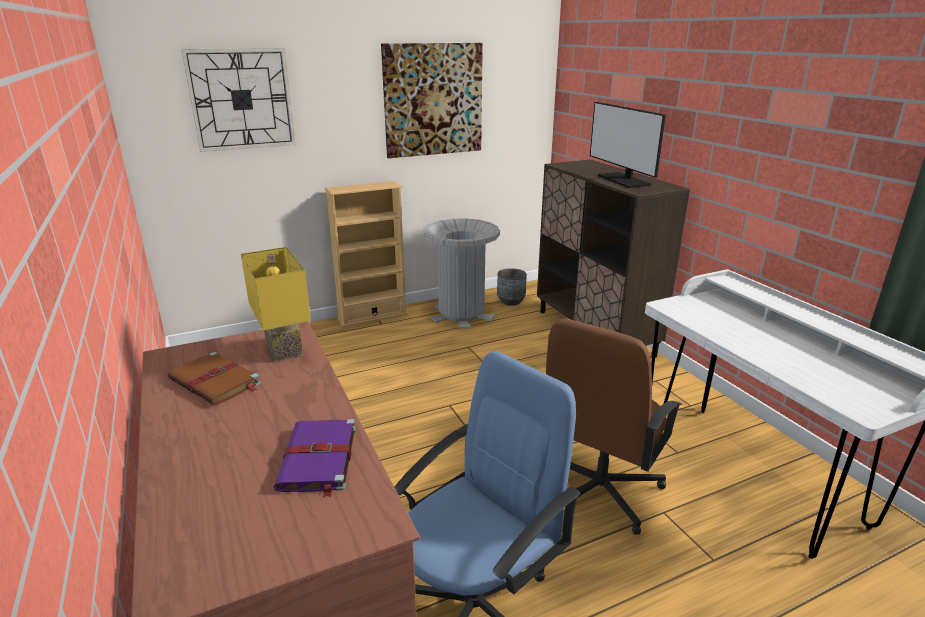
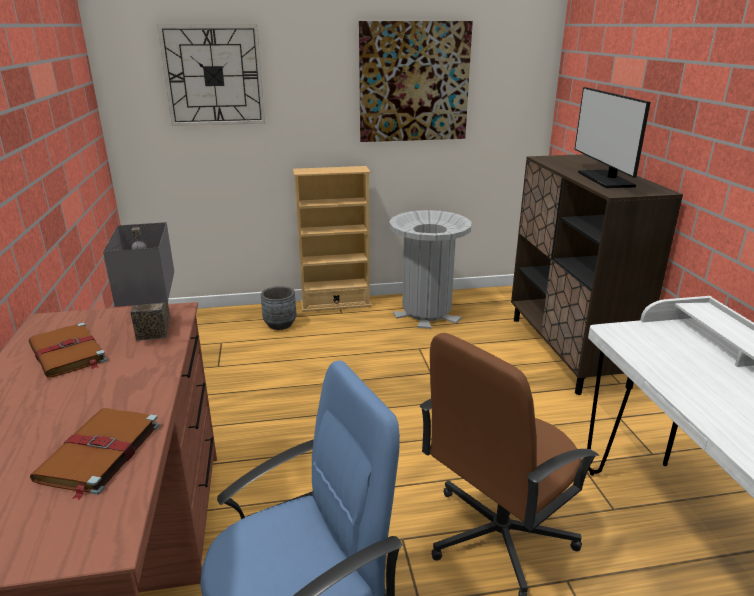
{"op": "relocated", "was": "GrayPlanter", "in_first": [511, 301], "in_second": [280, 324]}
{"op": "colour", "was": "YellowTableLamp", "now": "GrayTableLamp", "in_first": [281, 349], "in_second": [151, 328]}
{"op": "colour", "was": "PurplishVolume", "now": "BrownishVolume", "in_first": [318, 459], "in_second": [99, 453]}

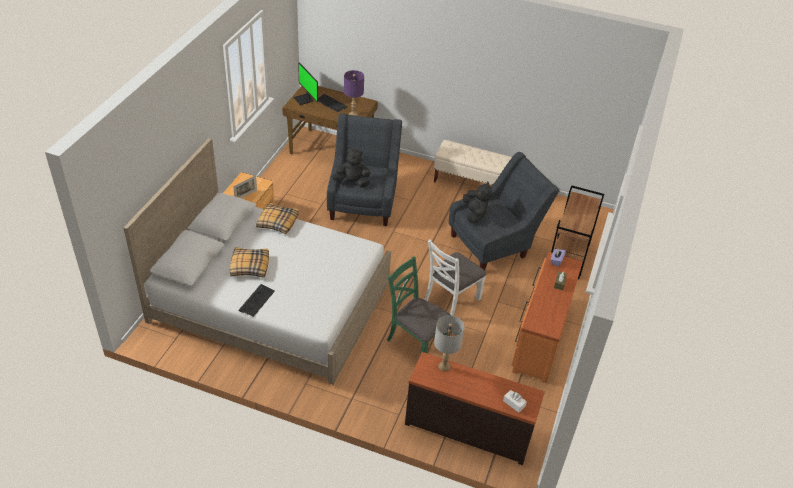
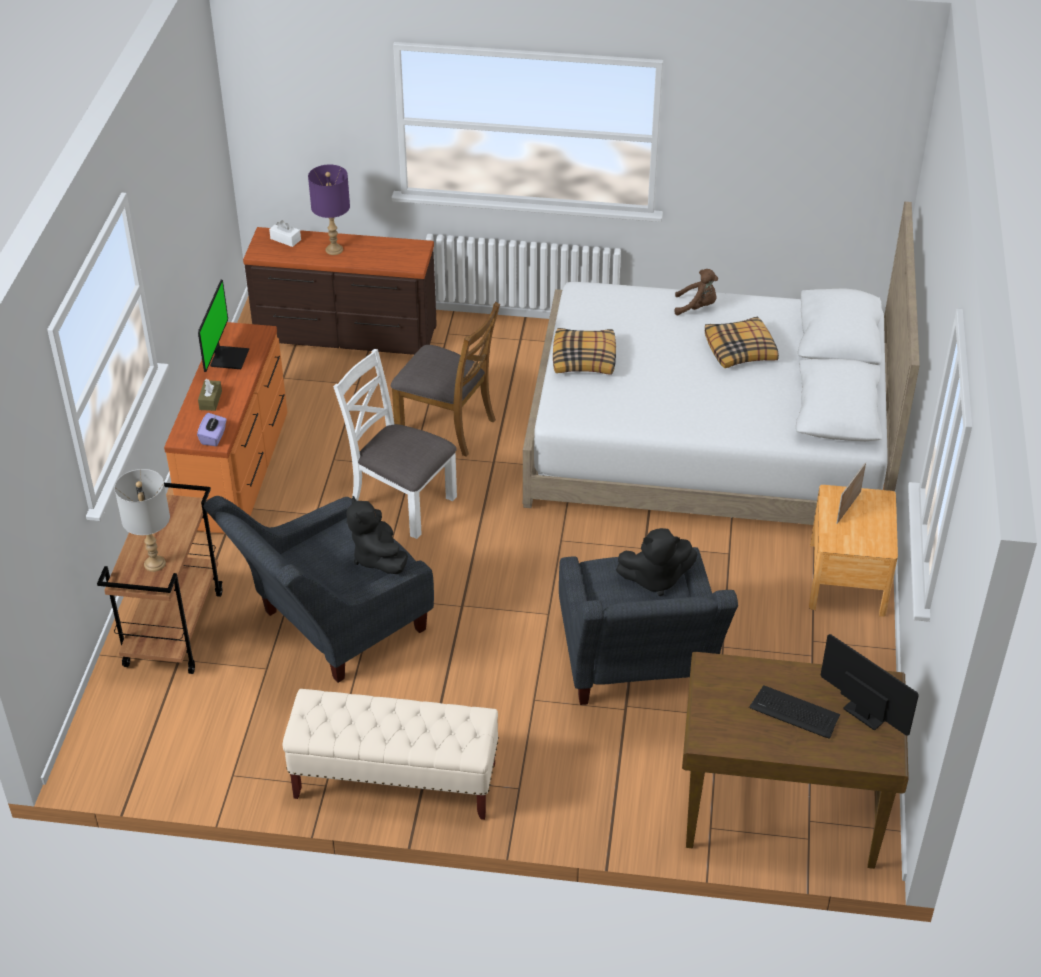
{"op": "appeared", "now": "ComputerScreen", "in_second": [227, 358]}
{"op": "relocated", "was": "Cushion", "in_first": [277, 222], "in_second": [584, 359]}
{"op": "relocated", "was": "PurplishTableLamp", "in_first": [353, 114], "in_second": [334, 249]}
{"op": "relocated", "was": "GrayTableLamp", "in_first": [444, 366], "in_second": [154, 564]}
{"op": "exchanged", "was": "ComputerKeyboard", "now": "BrownishCuddlyToy", "in_first": [256, 300], "in_second": [697, 307]}
{"op": "colour", "was": "GreenColouredPlainChair", "now": "BrownishPlainChair", "in_first": [416, 341], "in_second": [447, 426]}
{"op": "spun", "was": "WhitishPlainChair", "in_first": [451, 299], "in_second": [401, 502], "clockwise": -90}

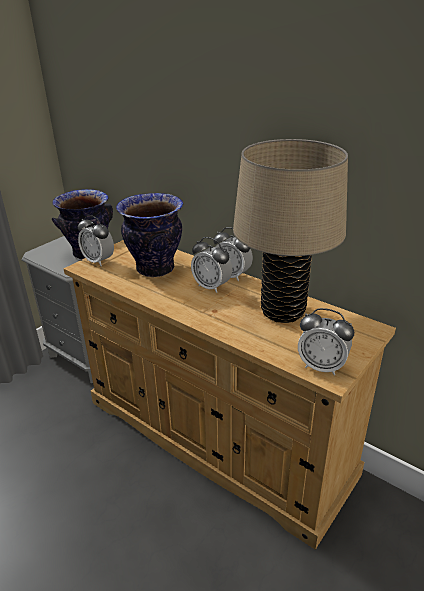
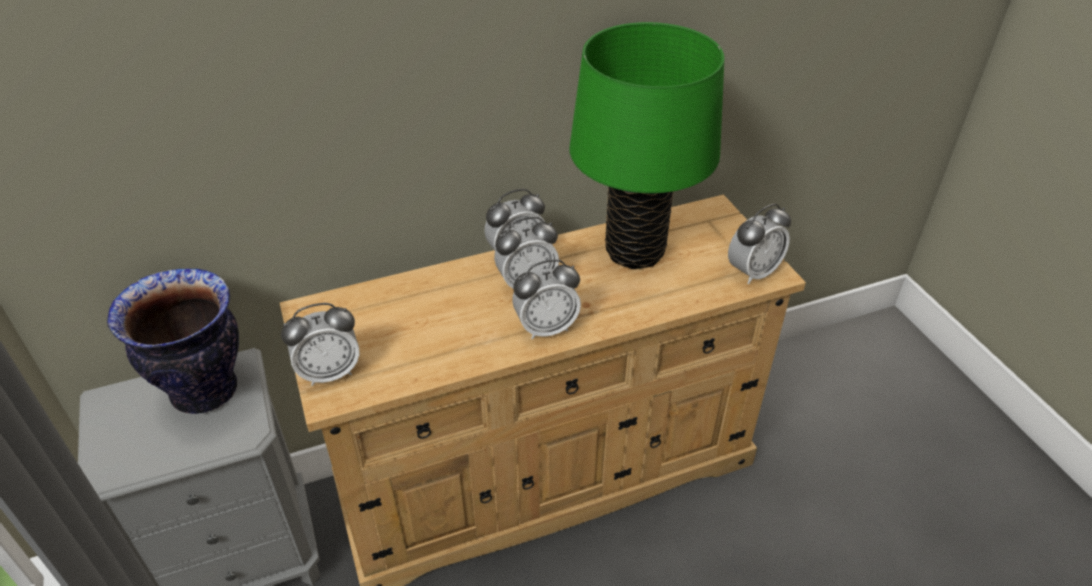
{"op": "missing", "was": "DecorativeVase", "in_first": [154, 269]}
{"op": "appeared", "now": "BedsideClock", "in_second": [546, 328]}
{"op": "colour", "was": "BeigeColouredTableLamp", "now": "GreenColouredTableLamp", "in_first": [283, 311], "in_second": [634, 252]}

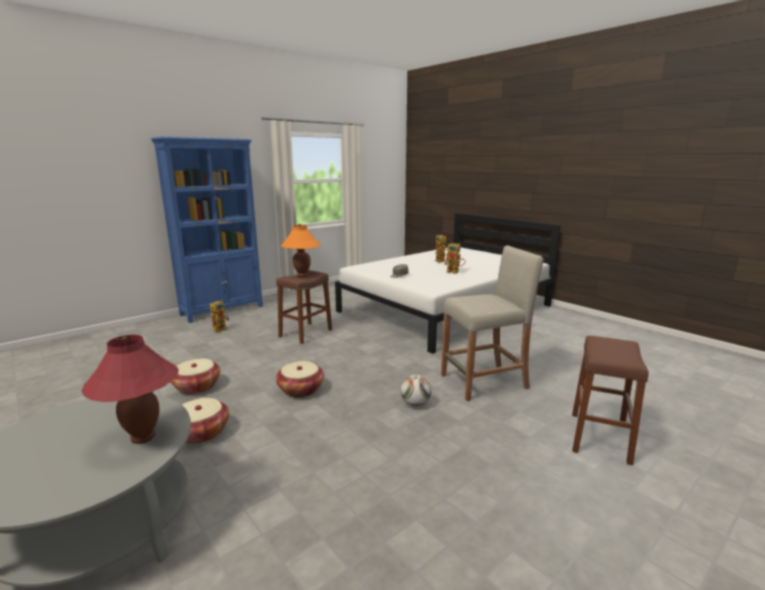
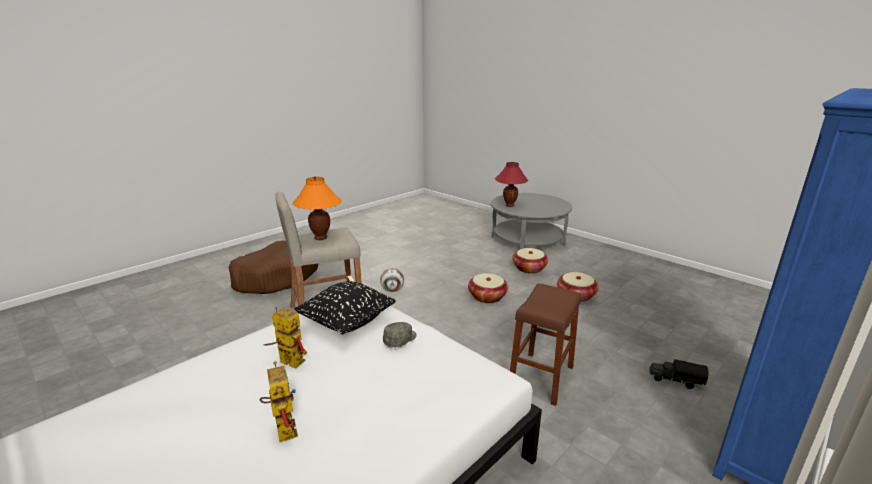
{"op": "appeared", "now": "BlackCushion", "in_second": [347, 322]}
{"op": "relocated", "was": "OrangeTableLamp", "in_first": [302, 275], "in_second": [321, 238]}
{"op": "exchanged", "was": "RobotFigure", "now": "ToyLorry", "in_first": [221, 329], "in_second": [675, 380]}
{"op": "exchanged", "was": "BrownishSittingStool", "now": "BrownishDogBed", "in_first": [599, 437], "in_second": [277, 276]}

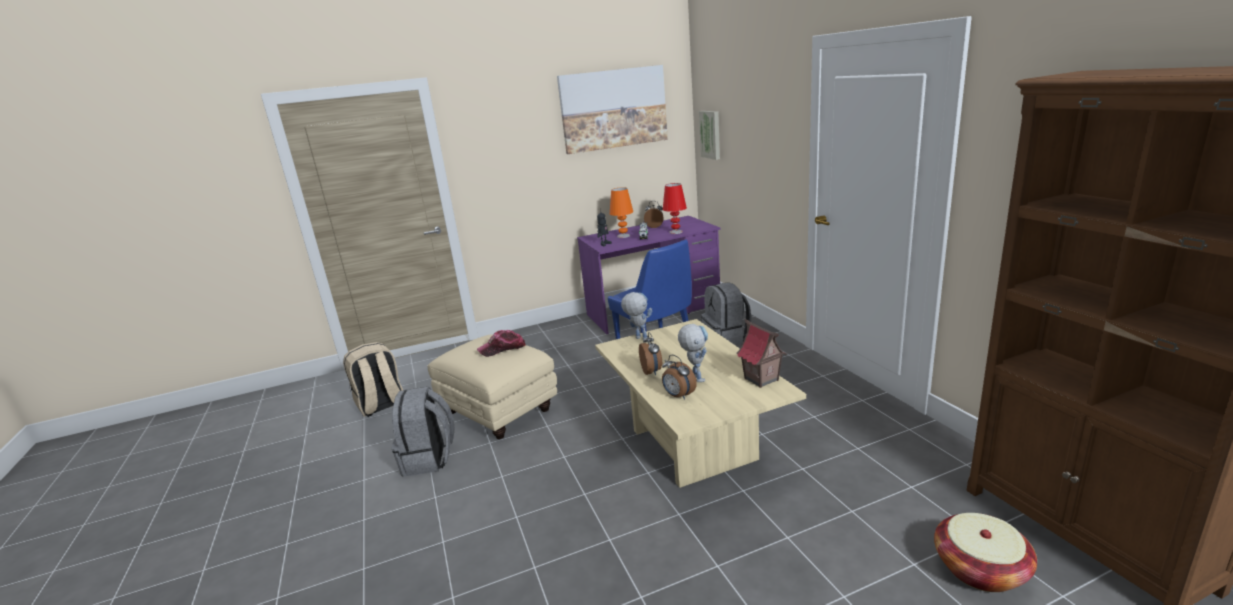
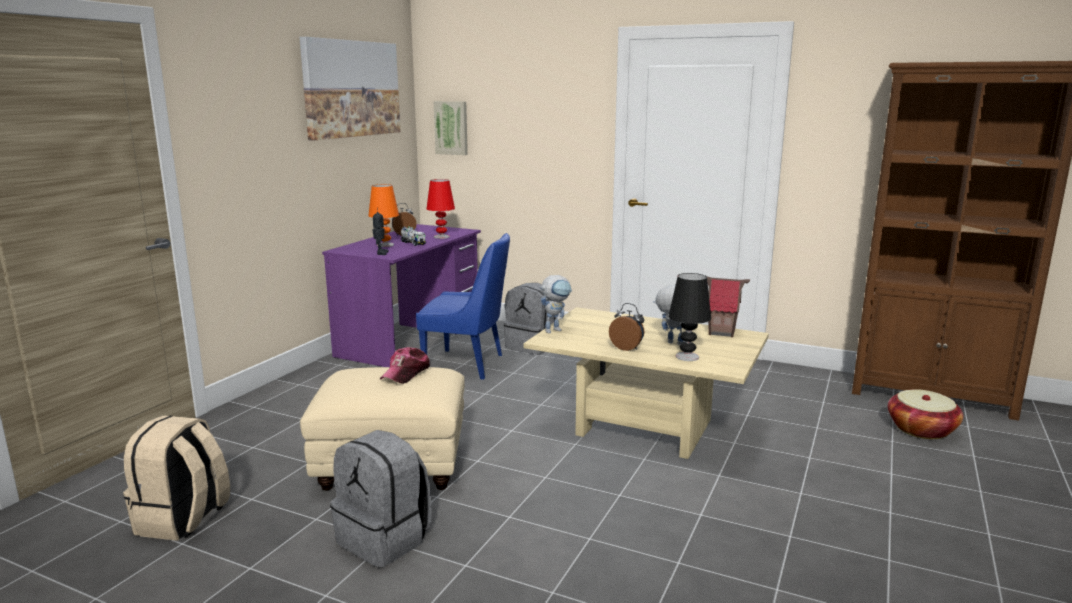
{"op": "exchanged", "was": "BedsideClock", "now": "BlackTableLamp", "in_first": [678, 396], "in_second": [687, 357]}
{"op": "spun", "was": "RobotFigure", "in_first": [638, 338], "in_second": [556, 329], "clockwise": 150}

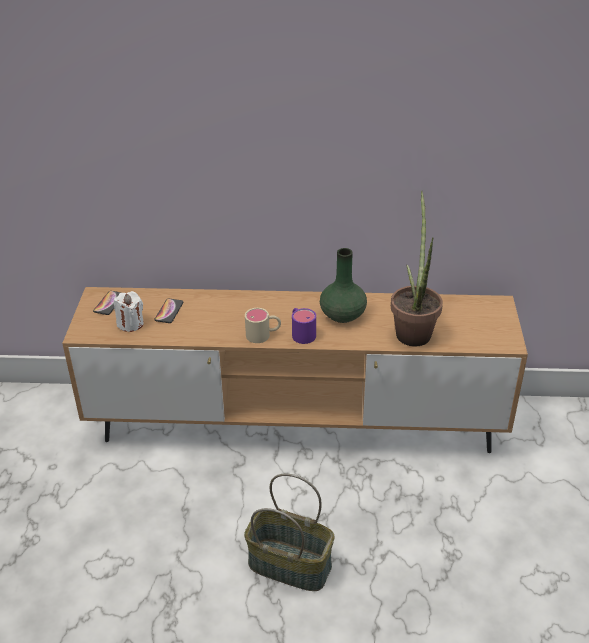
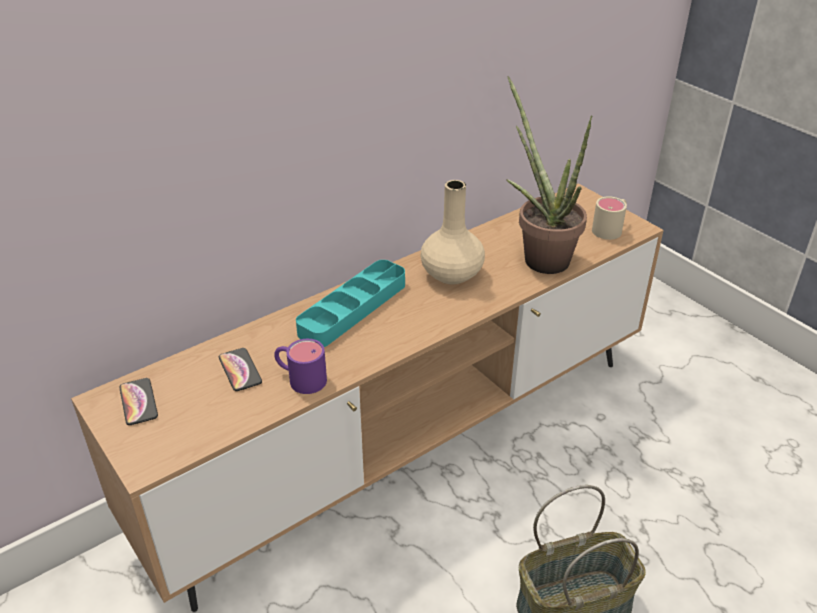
{"op": "missing", "was": "WhitishCandle", "in_first": [130, 324]}
{"op": "appeared", "now": "BlueGreenServingTray", "in_second": [353, 308]}
{"op": "relocated", "was": "BeigeColouredMug", "in_first": [263, 335], "in_second": [610, 228]}
{"op": "relocated", "was": "PurplishMug", "in_first": [301, 333], "in_second": [300, 378]}
{"op": "colour", "was": "GreenColouredDecorativeVase", "now": "BeigeColouredDecorativeVase", "in_first": [342, 314], "in_second": [451, 274]}

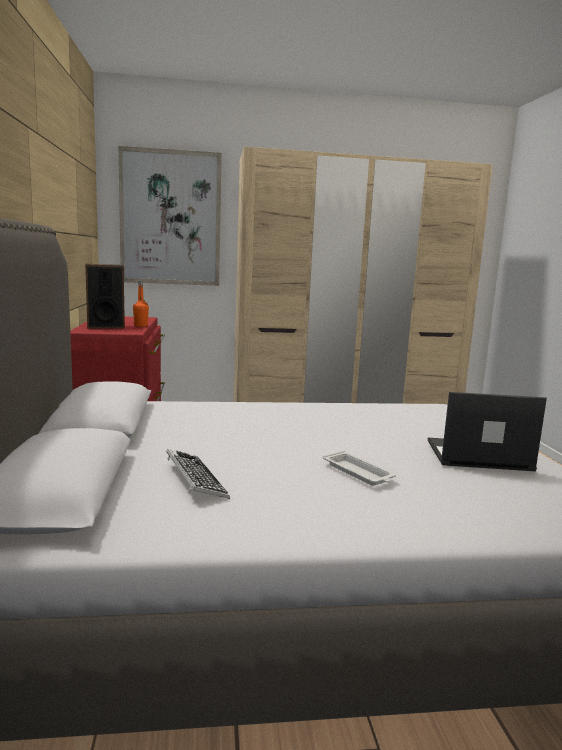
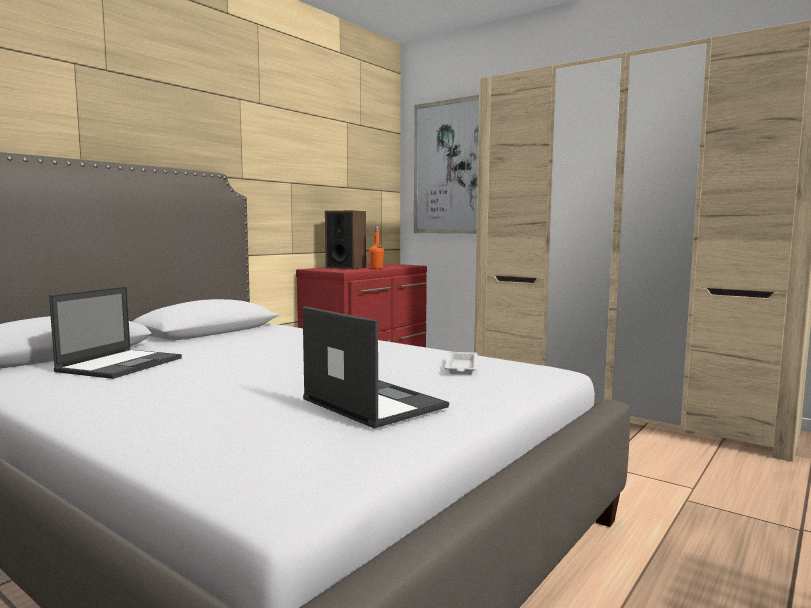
{"op": "relocated", "was": "WhitishServingTray", "in_first": [358, 473], "in_second": [461, 367]}
{"op": "exchanged", "was": "ComputerKeyboard", "now": "Laptop", "in_first": [195, 480], "in_second": [121, 364]}

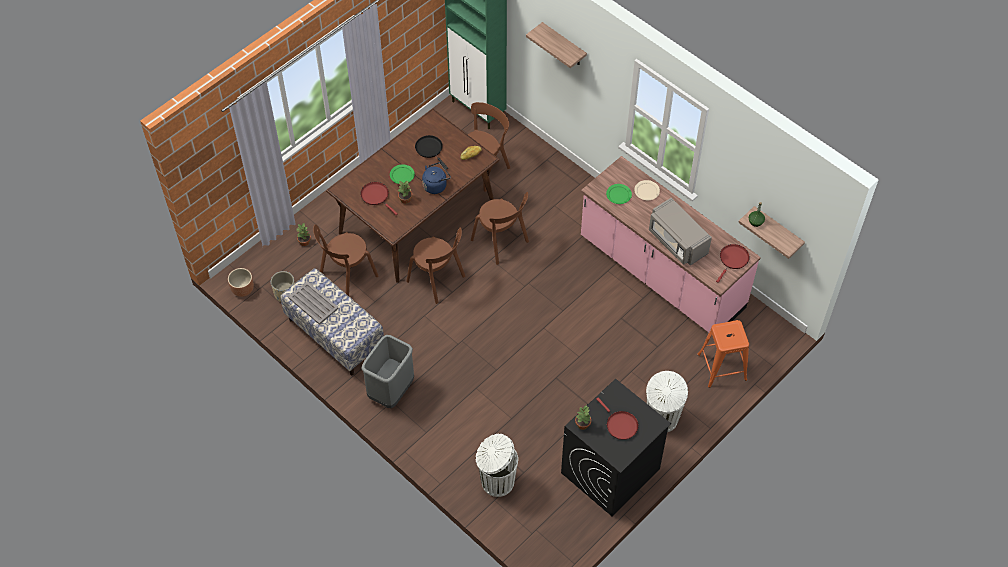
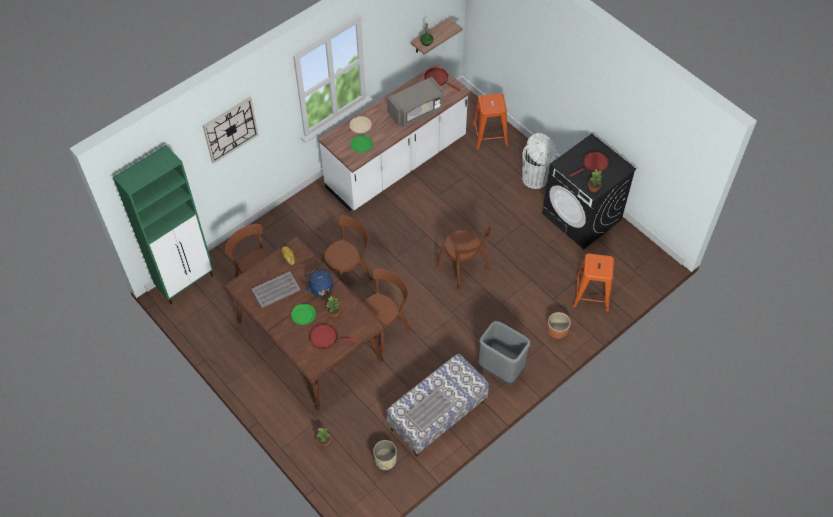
{"op": "relocated", "was": "BrownishPlanter", "in_first": [242, 289], "in_second": [556, 331]}
{"op": "relocated", "was": "BrownishPlainChair", "in_first": [346, 276], "in_second": [463, 269]}
{"op": "exchanged", "was": "BlackSkillet", "now": "GrayServingTray", "in_first": [430, 149], "in_second": [275, 290]}
{"op": "exchanged", "was": "WhitishRubbishBin", "now": "OrangeSittingStool", "in_first": [496, 481], "in_second": [591, 295]}
{"op": "exchanged", "was": "Shelf", "now": "WallClock", "in_first": [564, 45], "in_second": [230, 129]}
{"op": "colour", "was": "PinkKitchenBaseUnit", "now": "WhitishKitchenBaseUnit", "in_first": [661, 274], "in_second": [397, 164]}
{"op": "spun", "was": "RedColouredSkillet", "in_first": [376, 196], "in_second": [326, 338], "clockwise": 45}

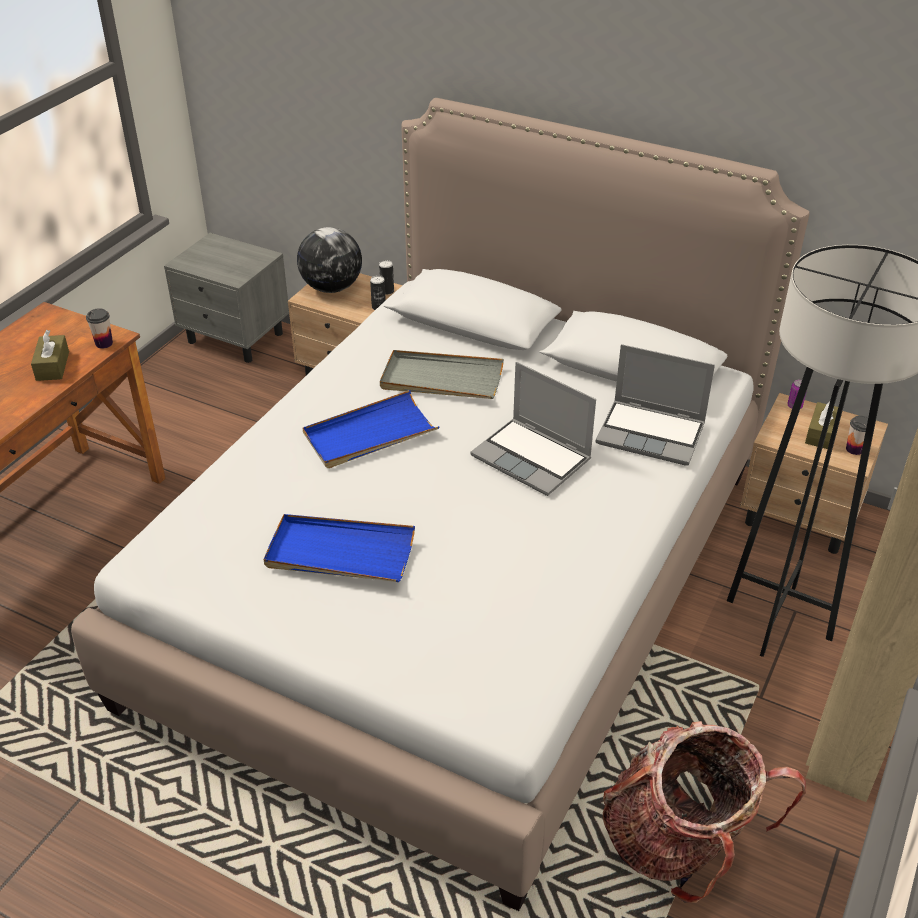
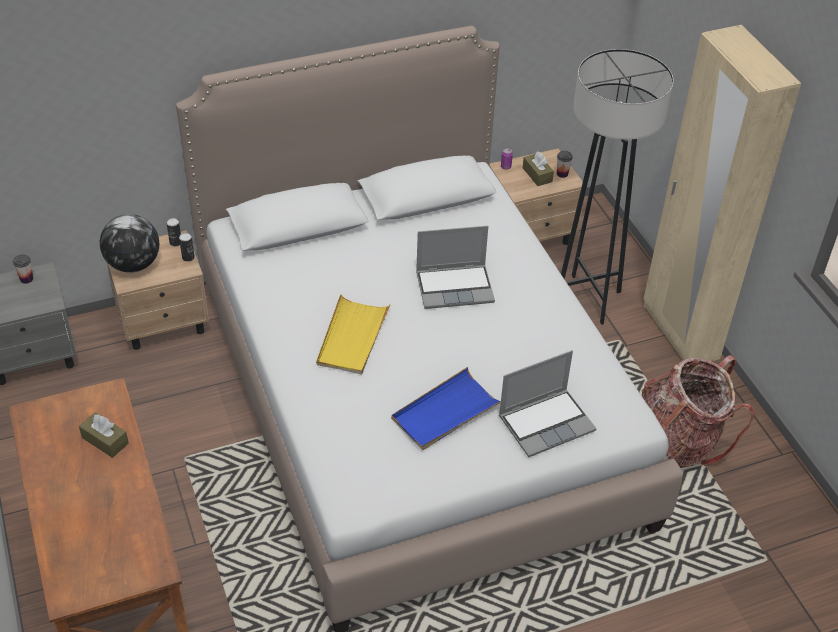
{"op": "missing", "was": "GrayServingTray", "in_first": [441, 379]}
{"op": "relocated", "was": "Cup", "in_first": [104, 343], "in_second": [26, 279]}
{"op": "relocated", "was": "Laptop", "in_first": [652, 434], "in_second": [547, 422]}
{"op": "colour", "was": "BluishServingTray", "now": "YellowServingTray", "in_first": [370, 434], "in_second": [352, 337]}

